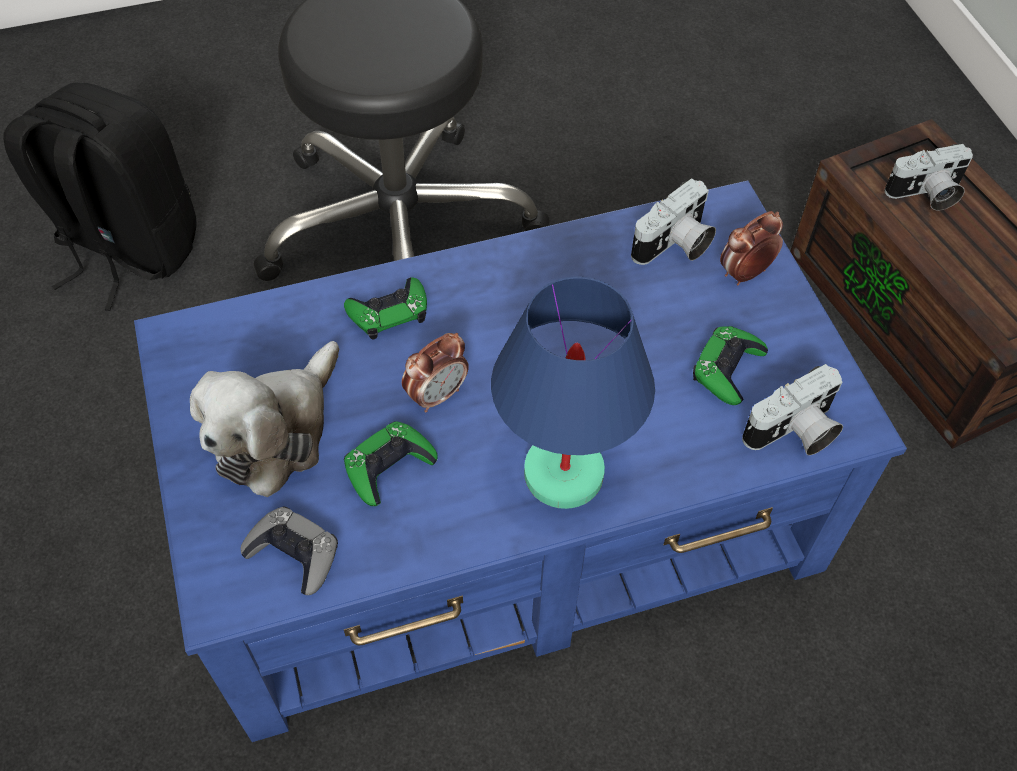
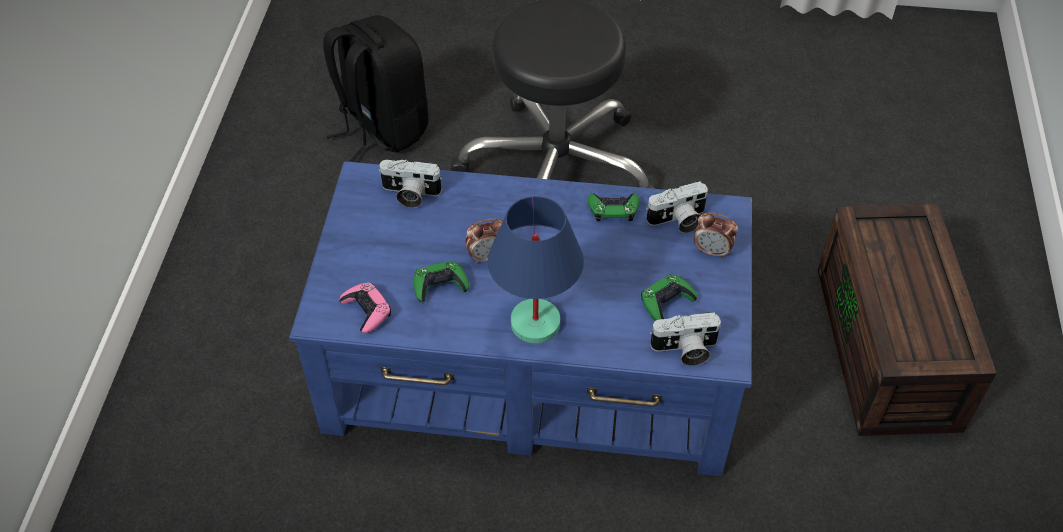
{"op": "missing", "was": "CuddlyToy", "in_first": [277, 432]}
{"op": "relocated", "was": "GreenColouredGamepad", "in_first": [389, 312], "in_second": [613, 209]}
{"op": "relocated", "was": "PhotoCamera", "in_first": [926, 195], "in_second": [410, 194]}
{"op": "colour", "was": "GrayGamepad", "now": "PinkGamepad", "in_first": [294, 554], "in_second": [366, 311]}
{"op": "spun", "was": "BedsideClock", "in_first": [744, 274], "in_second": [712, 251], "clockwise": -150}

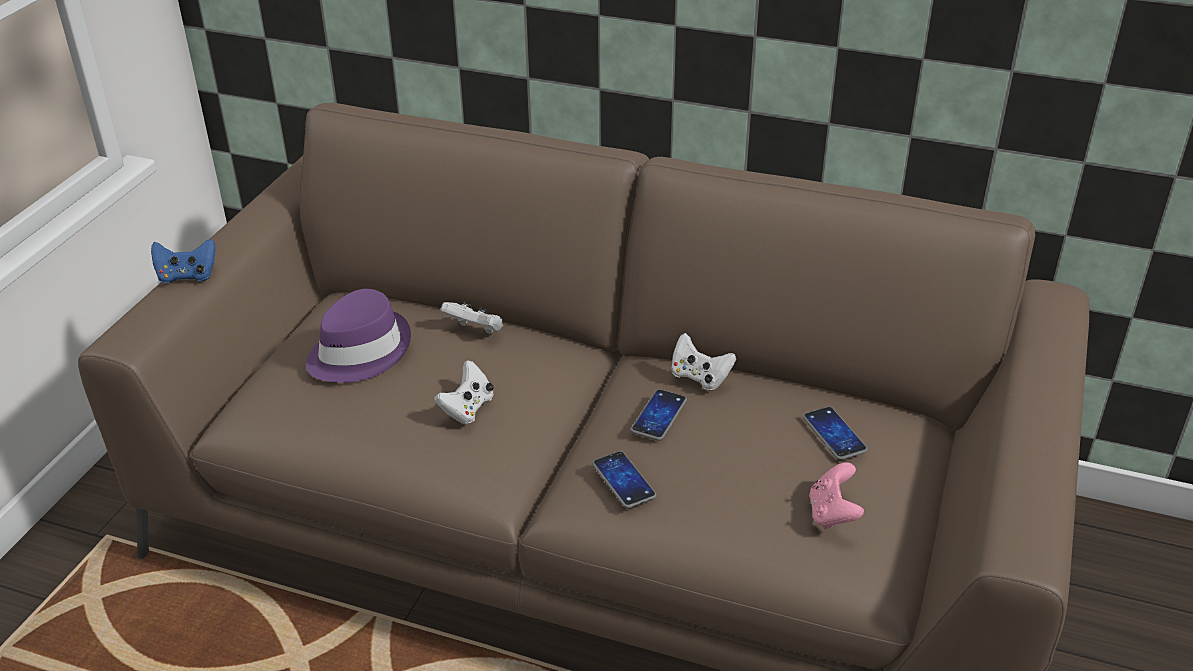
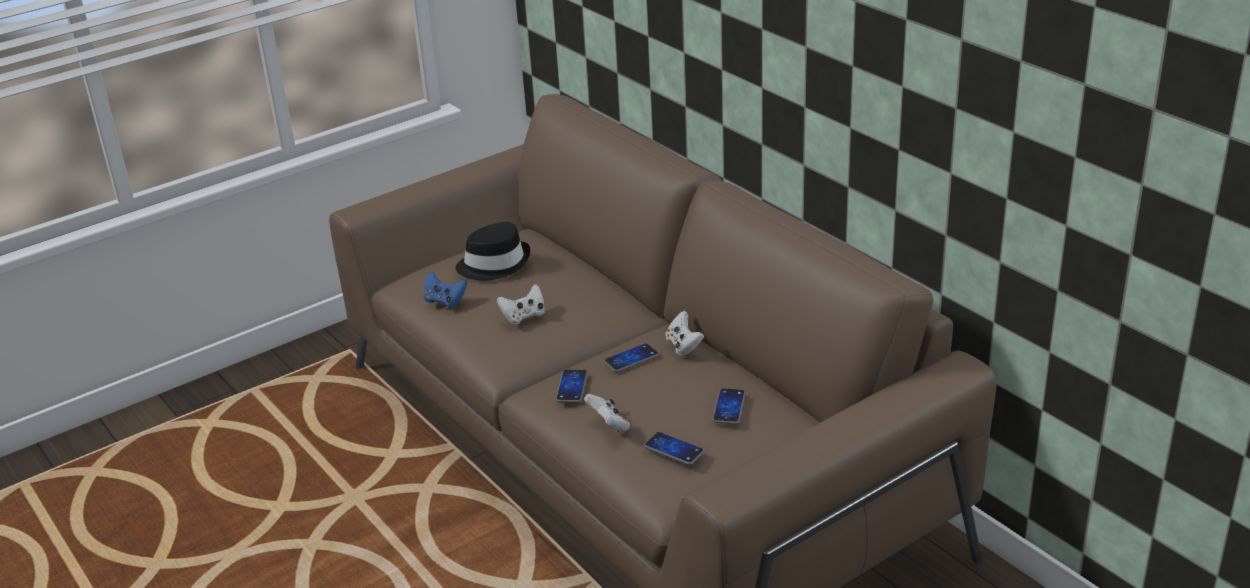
{"op": "relocated", "was": "BluishGamepad", "in_first": [187, 276], "in_second": [445, 301]}
{"op": "relocated", "was": "WhitishGamepad", "in_first": [475, 330], "in_second": [609, 425]}
{"op": "exchanged", "was": "PinkGamepad", "now": "Telephone", "in_first": [832, 514], "in_second": [674, 449]}
{"op": "colour", "was": "PurplishClothingHat", "now": "BlackClothingHat", "in_first": [359, 351], "in_second": [494, 264]}

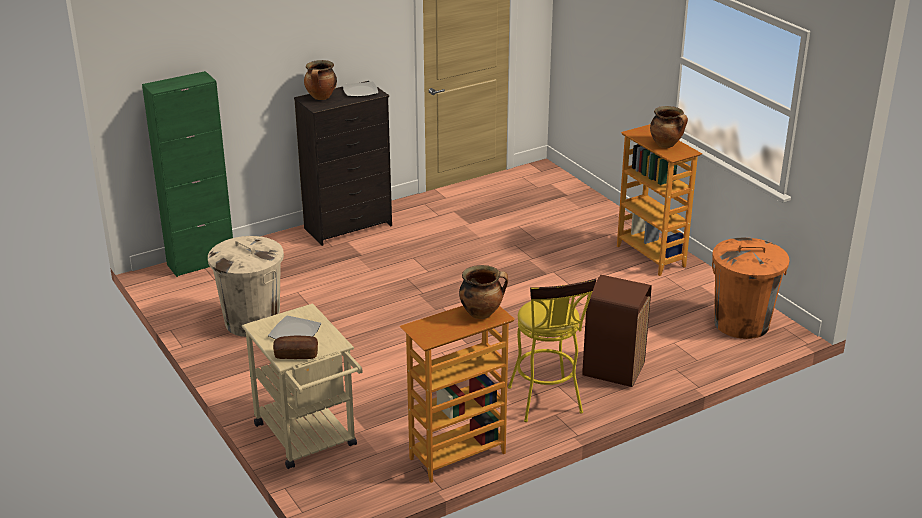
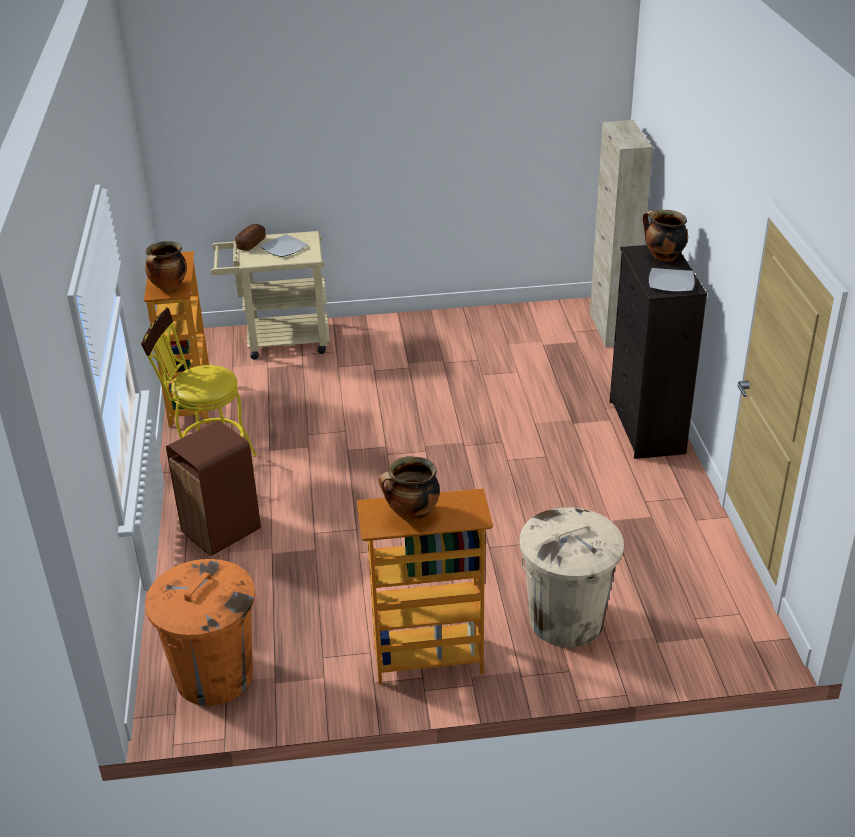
{"op": "relocated", "was": "BeigeColouredRubbishBin", "in_first": [252, 321], "in_second": [566, 620]}
{"op": "colour", "was": "GreenColouredCupboard", "now": "BeigeColouredCupboard", "in_first": [201, 262], "in_second": [611, 329]}

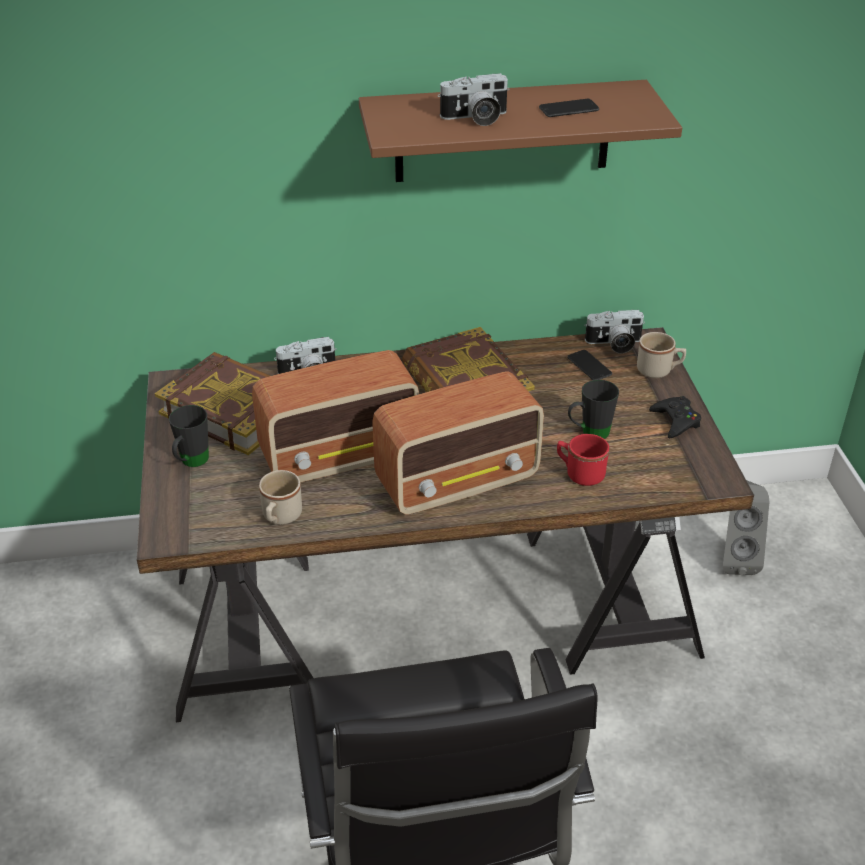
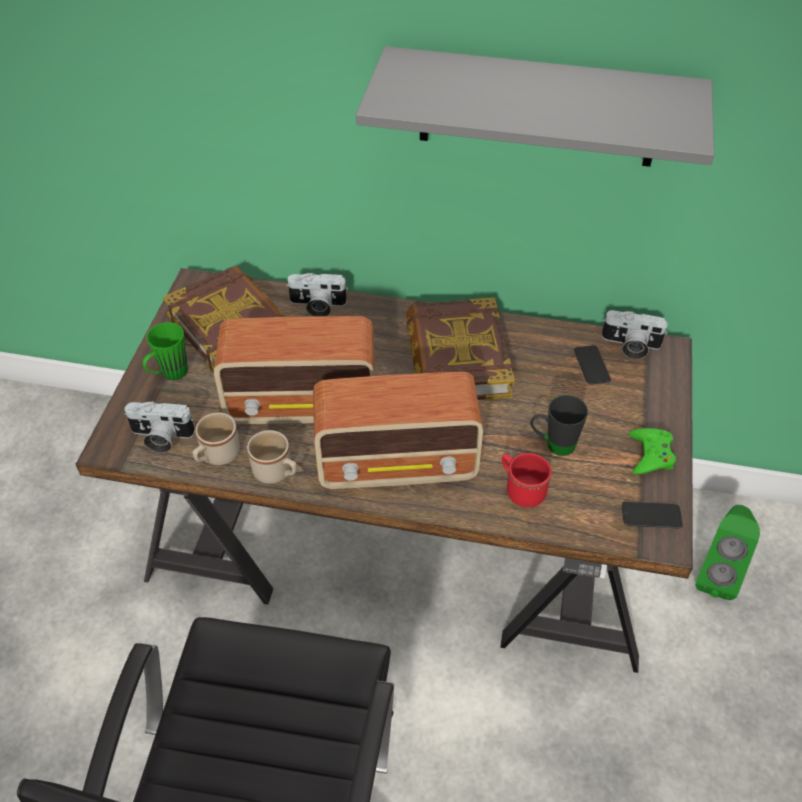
{"op": "relocated", "was": "PhotoCamera", "in_first": [475, 118], "in_second": [160, 437]}
{"op": "relocated", "was": "Telephone", "in_first": [568, 109], "in_second": [651, 516]}
{"op": "relocated", "was": "BeigeColouredMug", "in_first": [659, 371], "in_second": [277, 473]}
{"op": "colour", "was": "BlackMug", "now": "GreenColouredMug", "in_first": [191, 463], "in_second": [169, 375]}
{"op": "colour", "was": "BrownishShelf", "now": "GrayShelf", "in_first": [503, 131], "in_second": [538, 108]}
{"op": "colour", "was": "BlackGamepad", "now": "GreenColouredGamepad", "in_first": [675, 421], "in_second": [650, 455]}
{"op": "colour", "was": "GraySpeaker", "now": "GreenColouredSpeaker", "in_first": [735, 558], "in_second": [716, 574]}

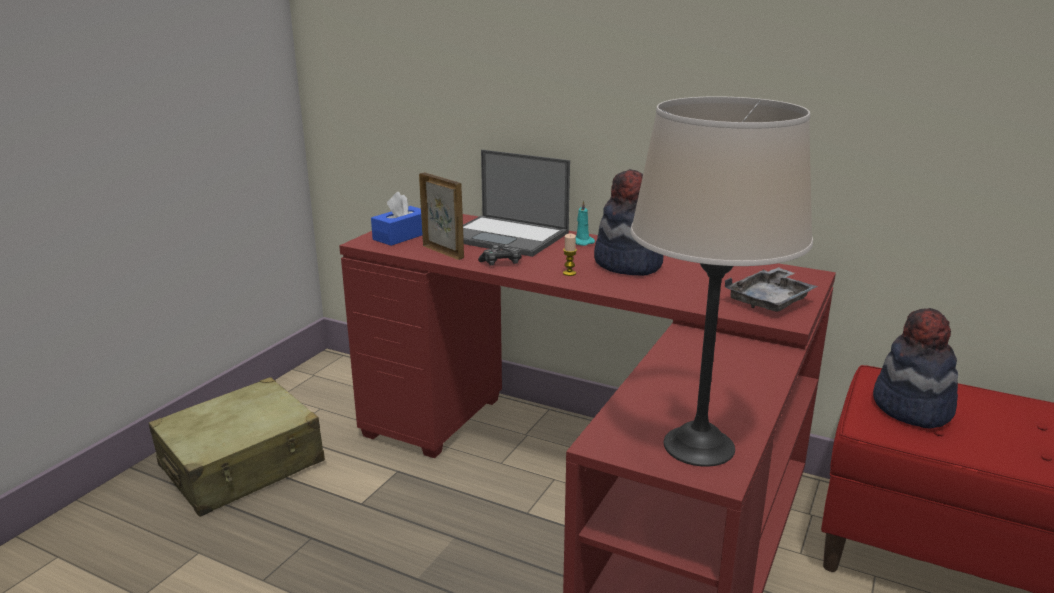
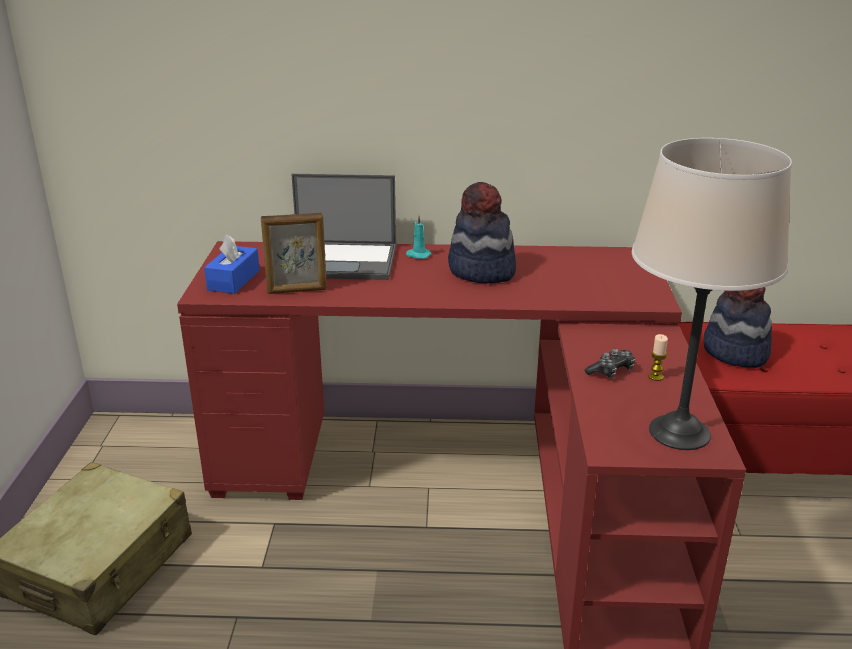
{"op": "missing", "was": "GrayServingTray", "in_first": [770, 301]}
{"op": "relocated", "was": "Gamepad", "in_first": [501, 263], "in_second": [611, 371]}
{"op": "relocated", "was": "Candle", "in_first": [569, 273], "in_second": [655, 377]}
{"op": "spun", "was": "StandingFrame", "in_first": [443, 252], "in_second": [297, 291], "clockwise": 150}

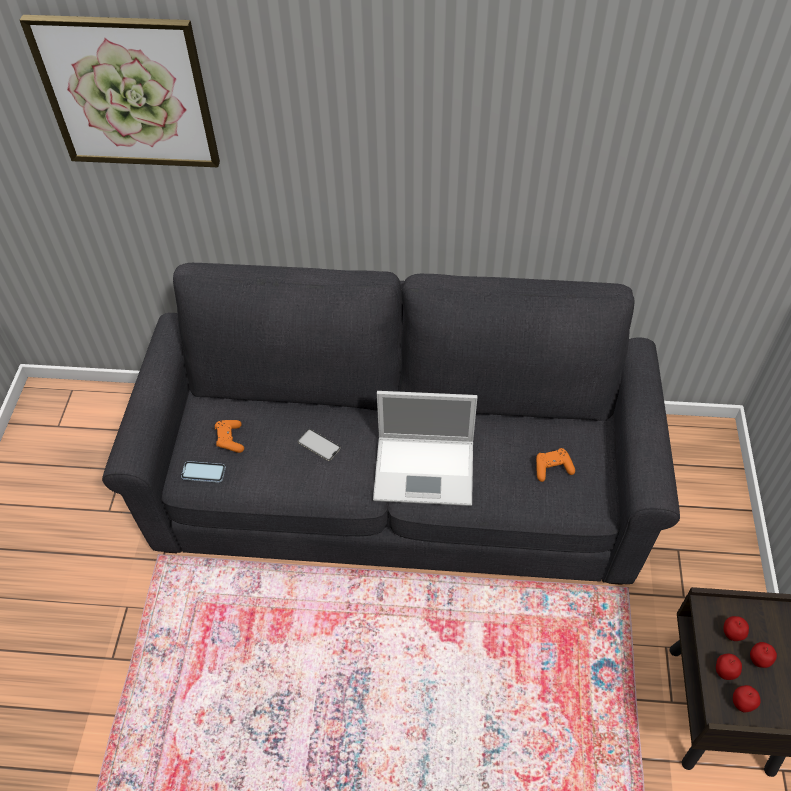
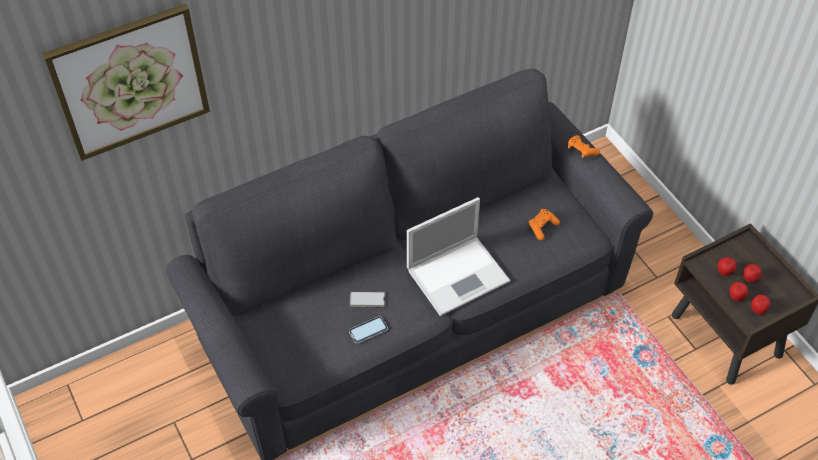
{"op": "relocated", "was": "Telephone", "in_first": [203, 472], "in_second": [368, 330]}
{"op": "relocated", "was": "OrangeGamepad", "in_first": [230, 440], "in_second": [581, 151]}

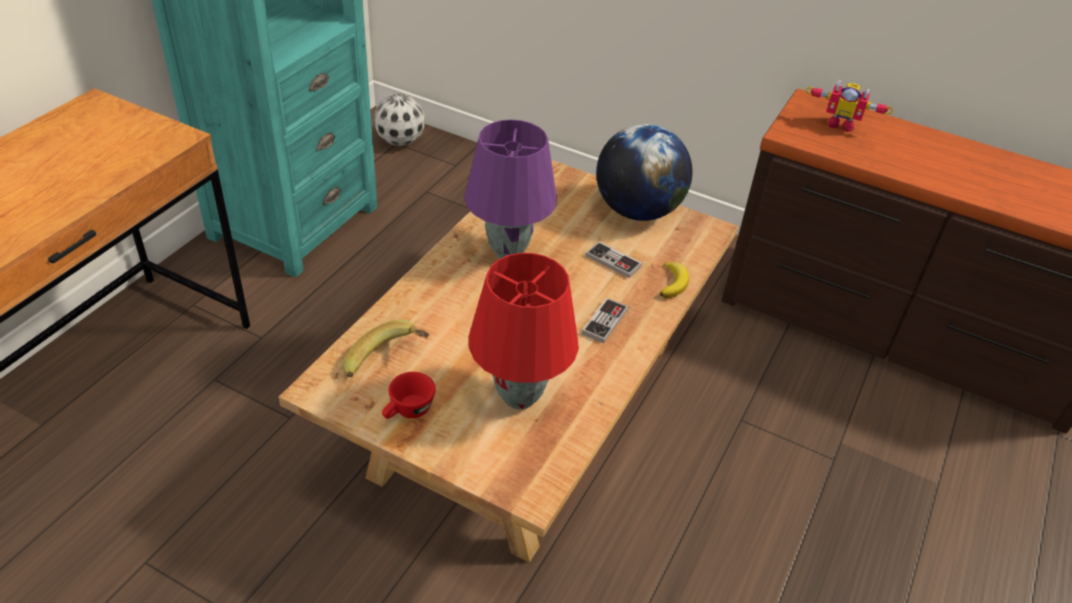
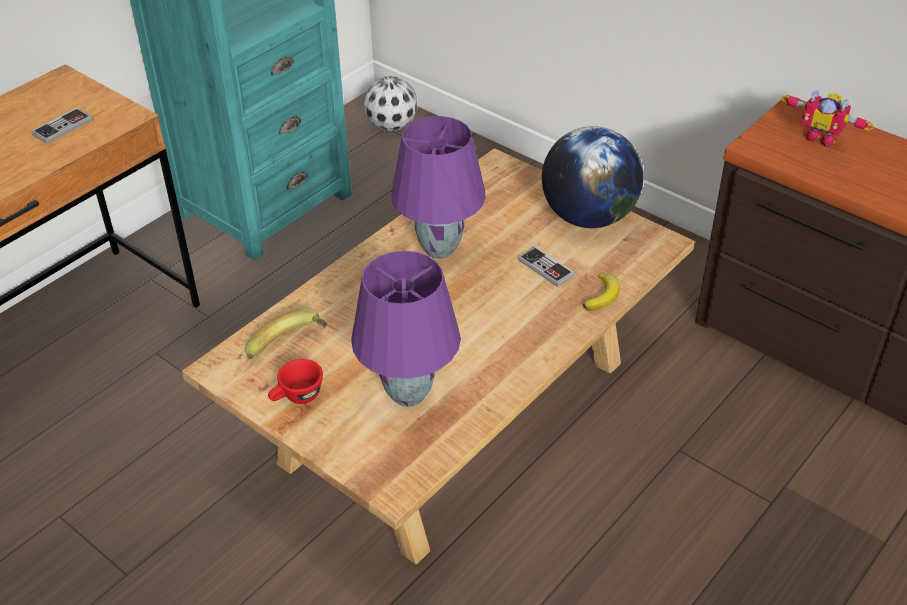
{"op": "relocated", "was": "Gamepad", "in_first": [604, 321], "in_second": [62, 127]}
{"op": "colour", "was": "RedColouredTableLamp", "now": "PurplishTableLamp", "in_first": [520, 397], "in_second": [409, 395]}

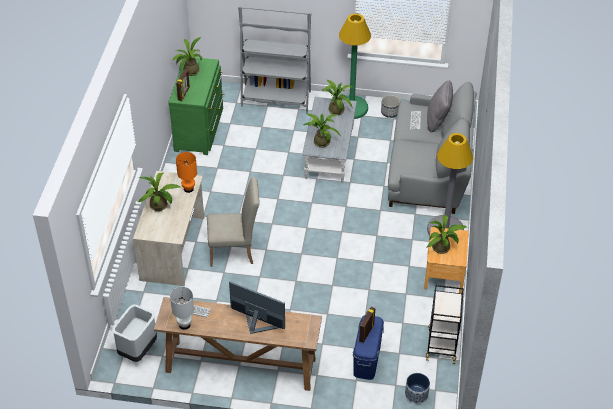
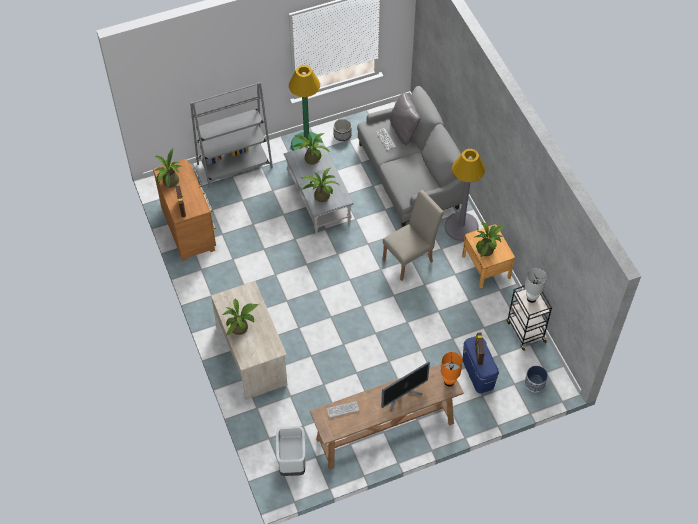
{"op": "relocated", "was": "WhitishTableLamp", "in_first": [185, 325], "in_second": [531, 298]}
{"op": "relocated", "was": "OrangeTableLamp", "in_first": [189, 189], "in_second": [449, 381]}
{"op": "relocated", "was": "BeigeColouredPlainChair", "in_first": [235, 252], "in_second": [411, 259]}
{"op": "colour", "was": "GreenColouredDrawerChest", "now": "BrownishDrawerChest", "in_first": [200, 129], "in_second": [189, 228]}
{"op": "spun", "was": "ComputerScreen", "in_first": [256, 324], "in_second": [403, 395], "clockwise": 150}

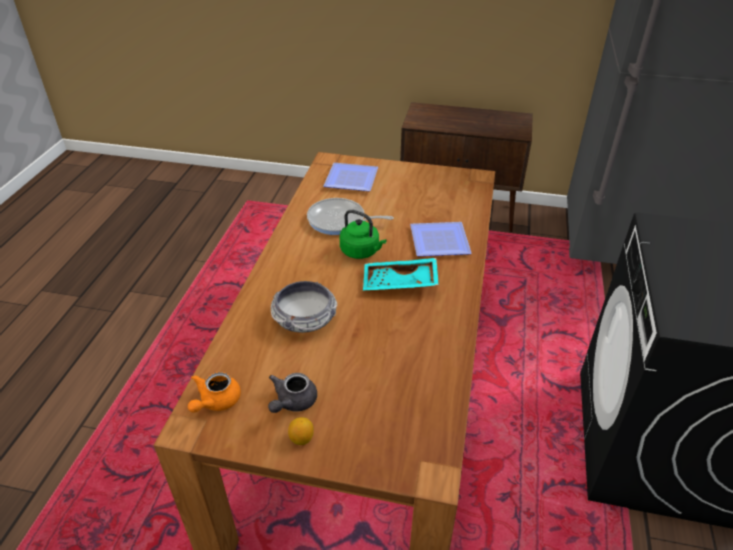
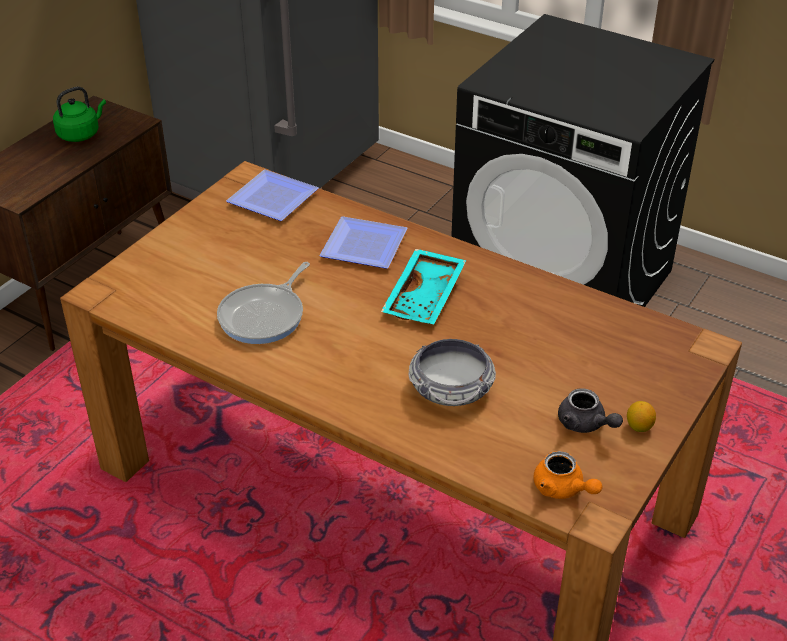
{"op": "relocated", "was": "DinnerPlate", "in_first": [349, 180], "in_second": [273, 200]}
{"op": "relocated", "was": "GreenColouredKettle", "in_first": [361, 251], "in_second": [81, 134]}

